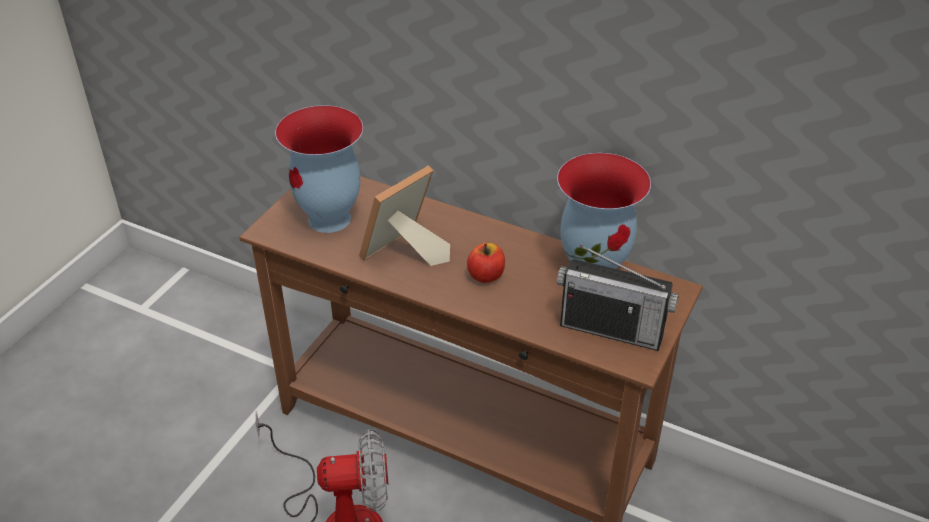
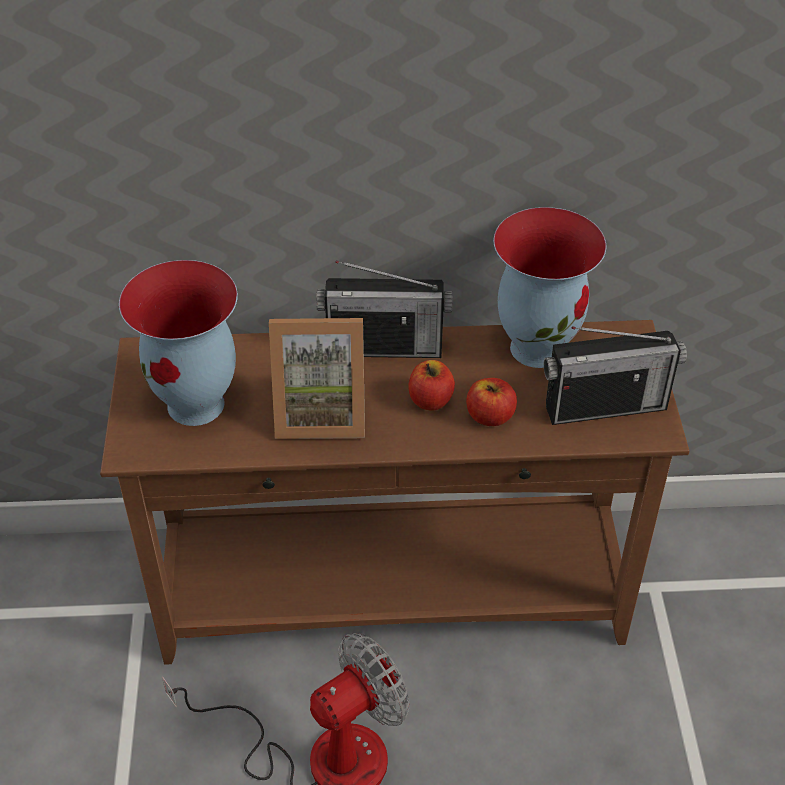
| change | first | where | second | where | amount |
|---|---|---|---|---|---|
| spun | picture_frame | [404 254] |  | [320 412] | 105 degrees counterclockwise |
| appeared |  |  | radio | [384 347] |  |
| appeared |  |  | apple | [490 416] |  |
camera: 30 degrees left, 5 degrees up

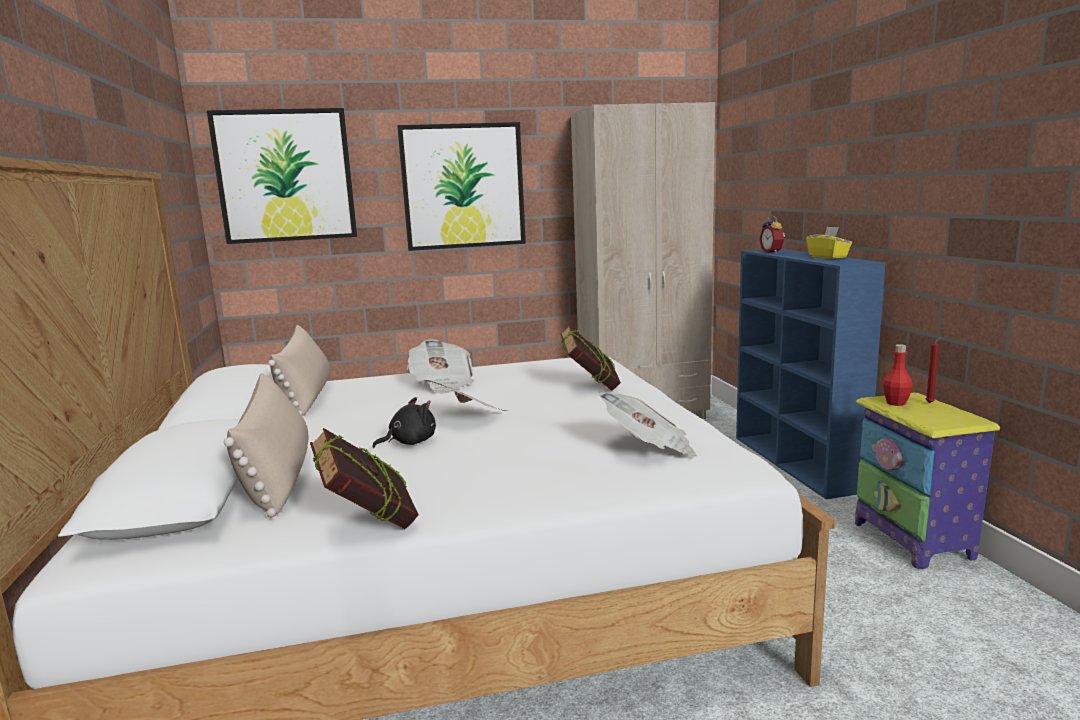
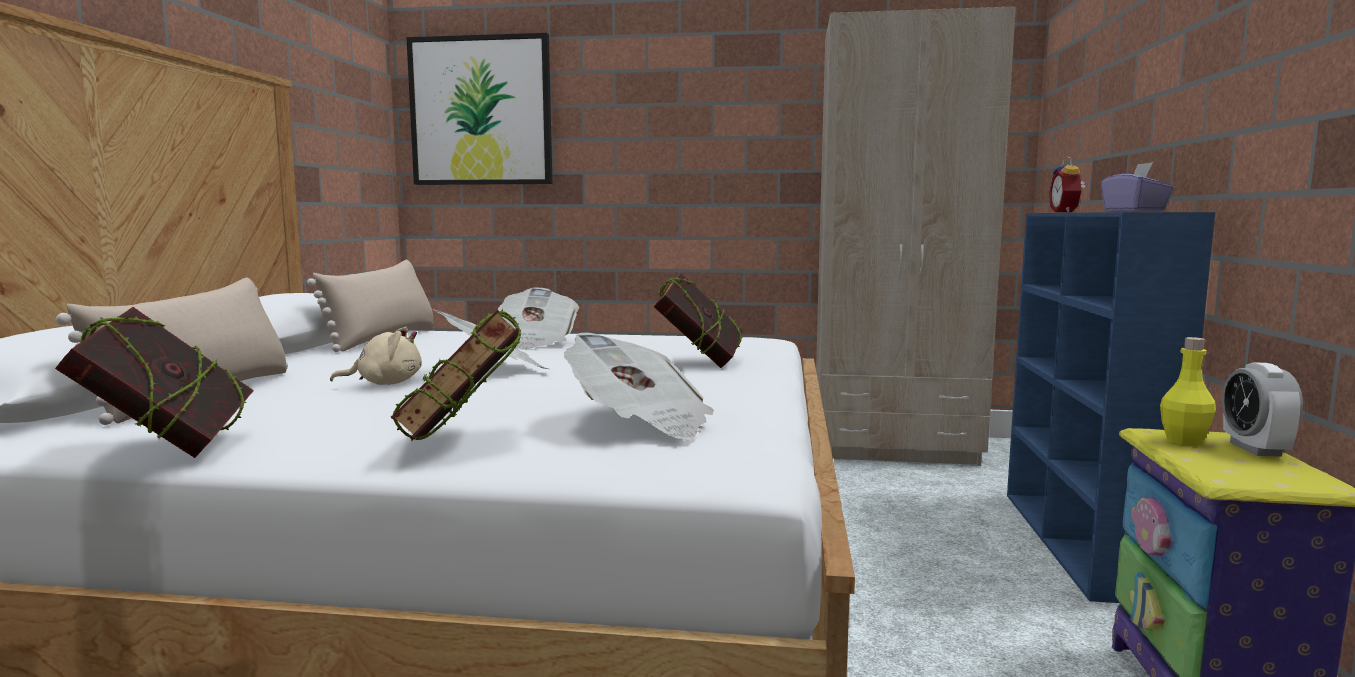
| change | first | where | second | where | amount |
|---|---|---|---|---|---|
| missing | picture | [463 186] |  |  |  |
| colour | yellow_tissue_box | [828 257] | purple_tissue_box | [1134 211] |  |
| exchanged | red_candle | [930 403] | alarm_clock | [1255 449] |  |
| colour | red_bottle | [895 403] | yellow_bottle | [1184 441] |  |
| colour | black_plush_toy | [409 442] | beige_plush_toy | [385 383] |  |
| appeared |  |  | book | [462 443] |  |
camera: 20 degrees right, 5 degrees down

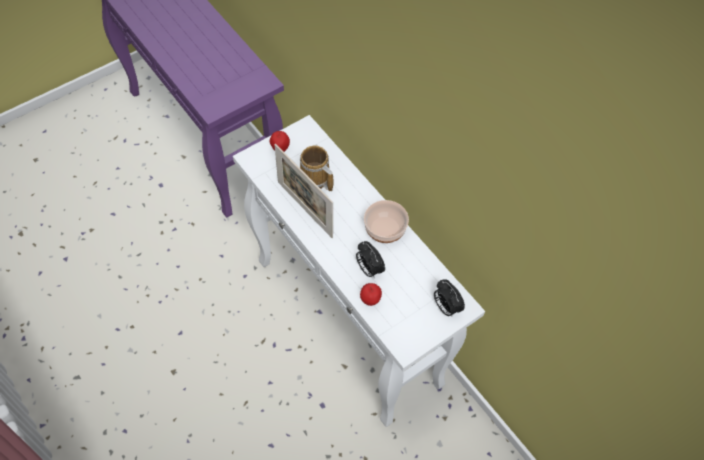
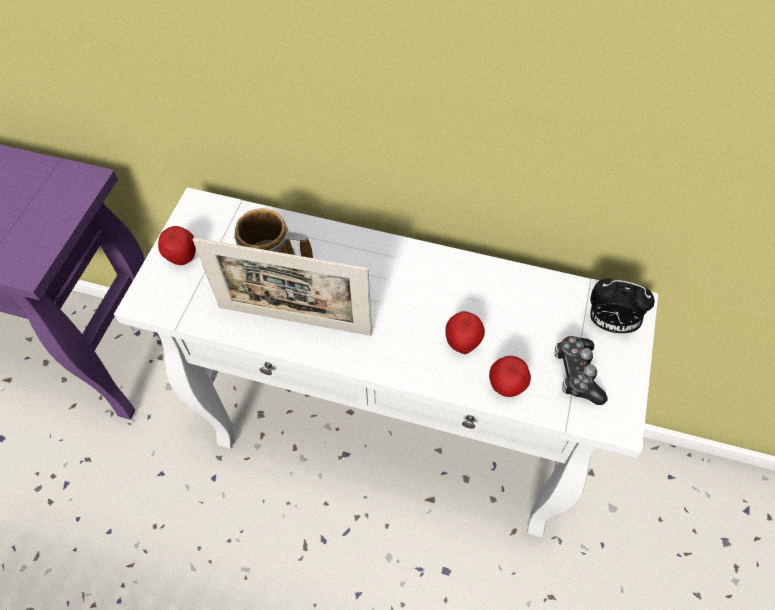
| change | first | where | second | where | amount |
|---|---|---|---|---|---|
| missing | bowl | [385 230] |  |  |  |
| exchanged | alarm_clock | [369 269] | apple | [462 344] |  |
| appeared |  |  | game_controller | [577 374] |  |
camera: 35 degrees left, 0 degrees up

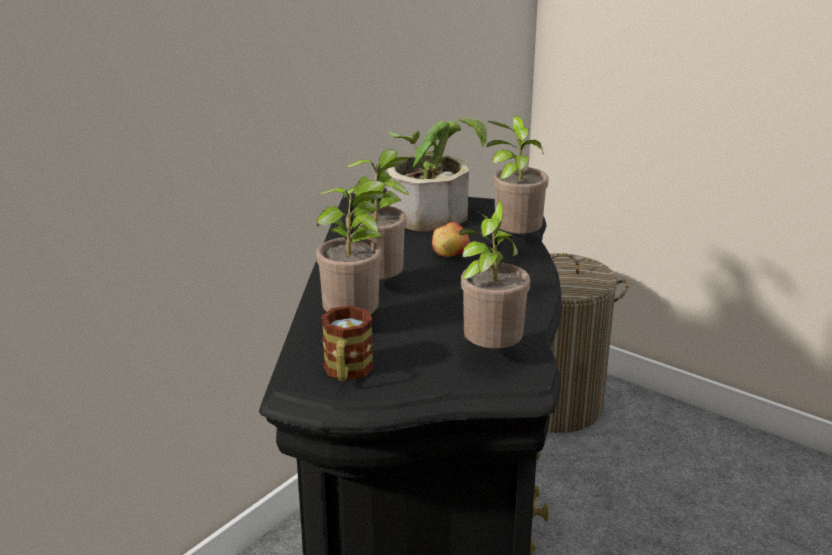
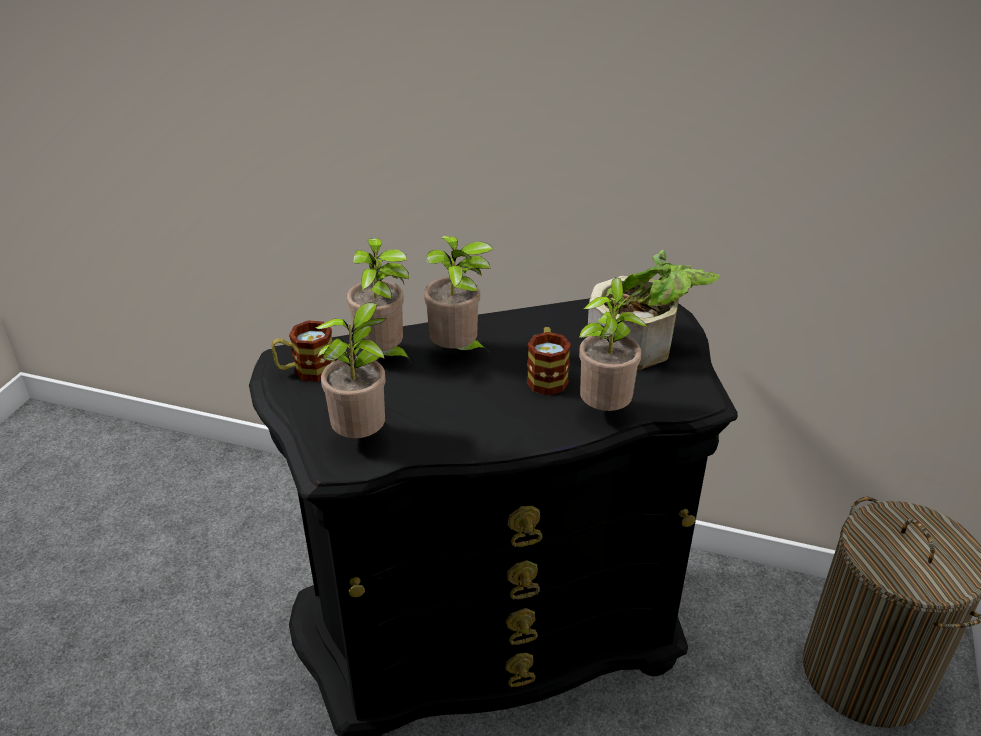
| change | first | where | second | where | amount |
|---|---|---|---|---|---|
| exchanged | apple | [450 255] | mug | [547 376] |  |
camera: 70 degrees right, 10 degrees up

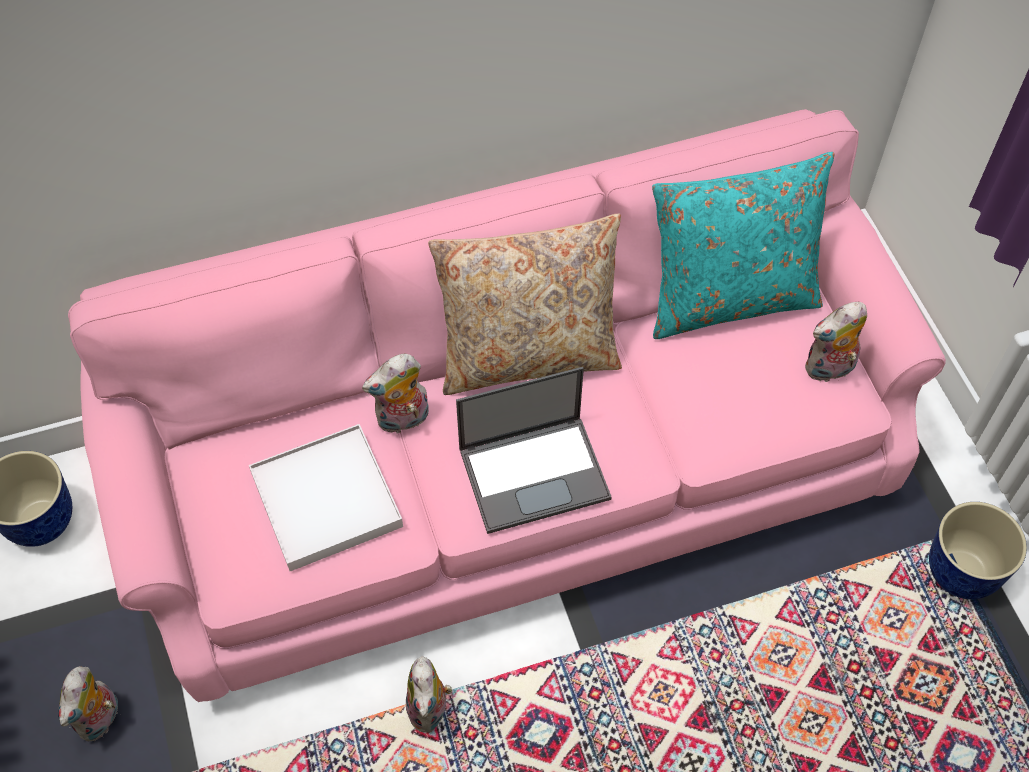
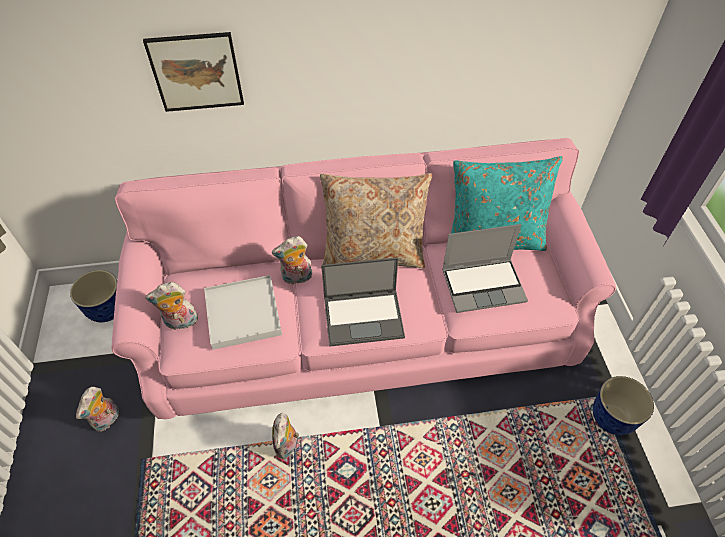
| change | first | where | second | where | amount |
|---|---|---|---|---|---|
| relocated | plush_toy | [829 370] |  | [180 323] |  |
| appeared |  |  | picture | [196 72] |  |
| appeared |  |  | laptop | [484 285] |  |
camera: 10 degrees right, 5 degrees down

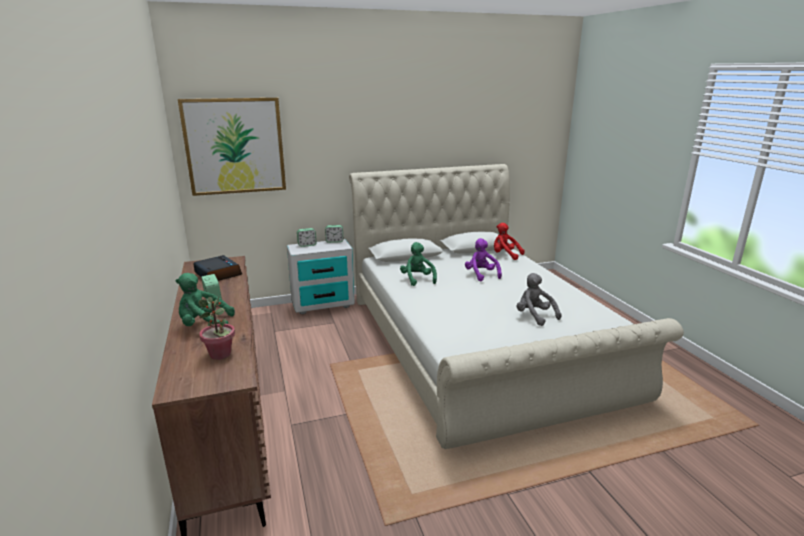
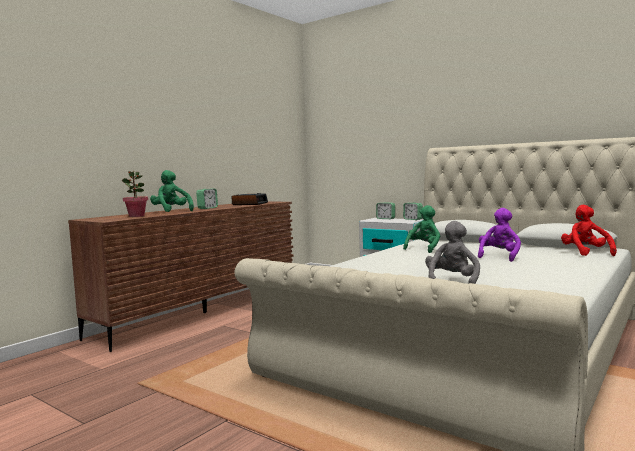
| change | first | where | second | where | amount |
|---|---|---|---|---|---|
| missing | picture | [235 146] |  |  |  |
camera: 55 degrees right, 15 degrees down

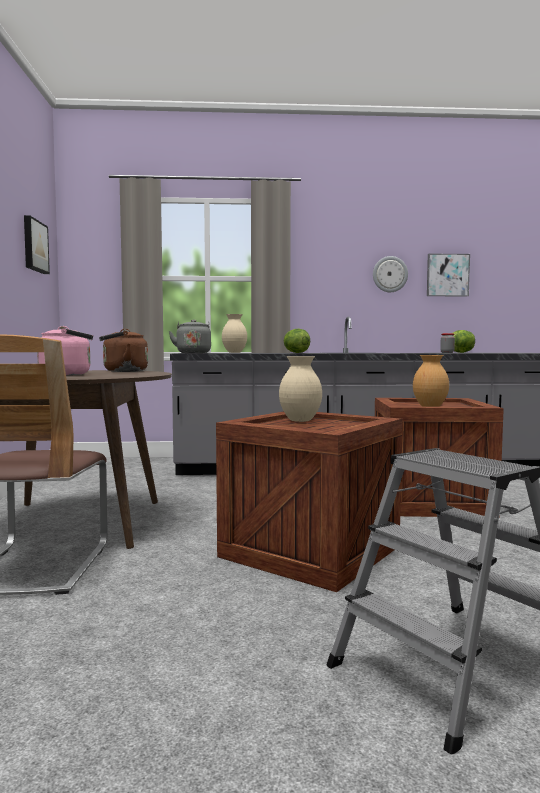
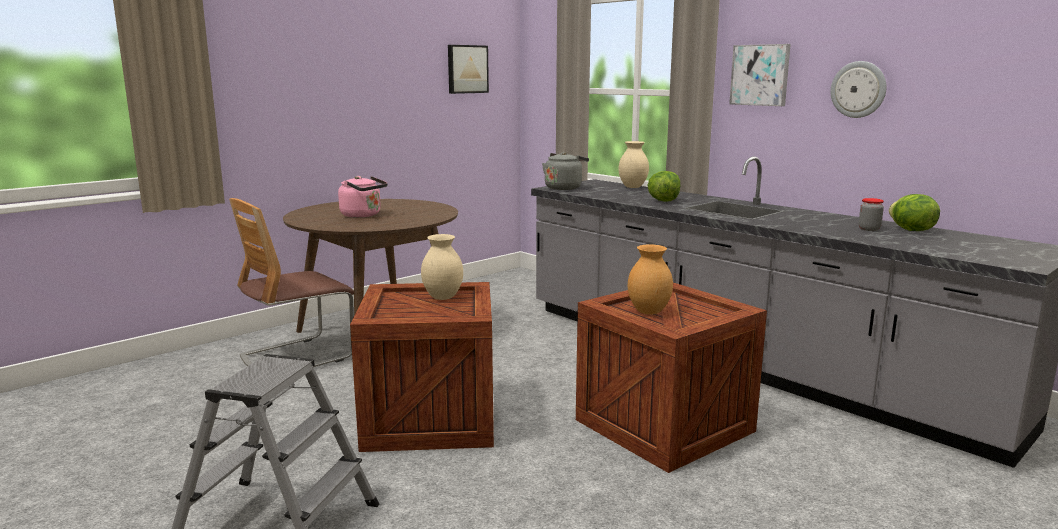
| change | first | where | second | where | amount |
|---|---|---|---|---|---|
| relocated | picture | [447 275] |  | [760 75] |  |
| missing | brown_kettle | [122 371] |  |  |  |
camera: 50 degrees right, 10 degrees up

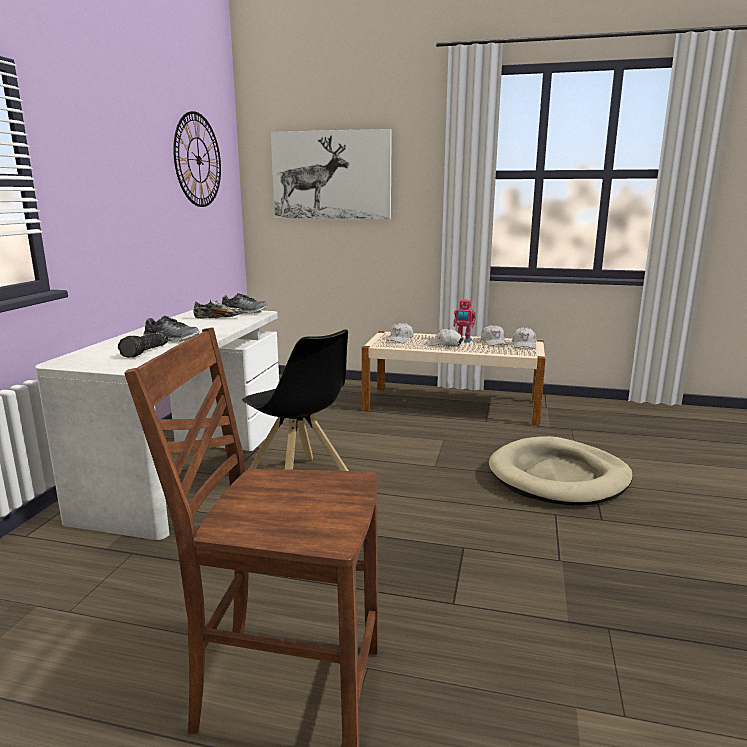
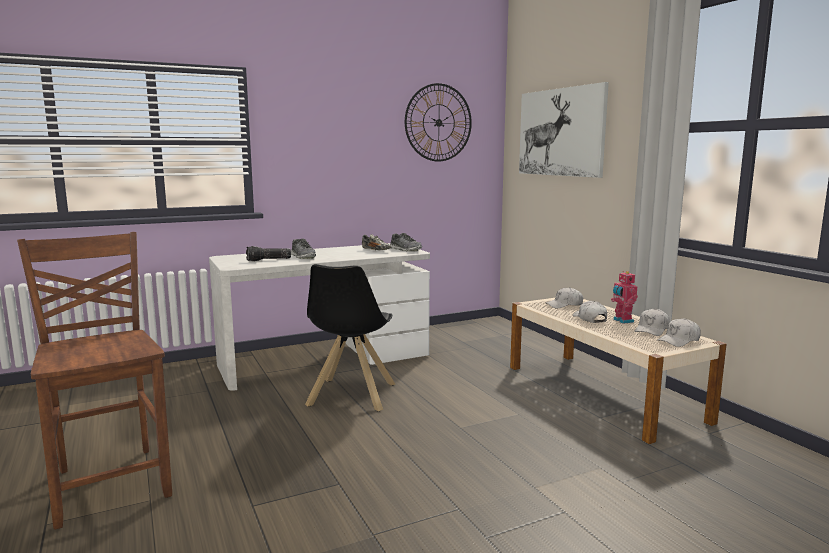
| change | first | where | second | where | amount |
|---|---|---|---|---|---|
| missing | beige_dog_bed | [558 477] |  |  |  |
camera: 50 degrees right, 5 degrees down

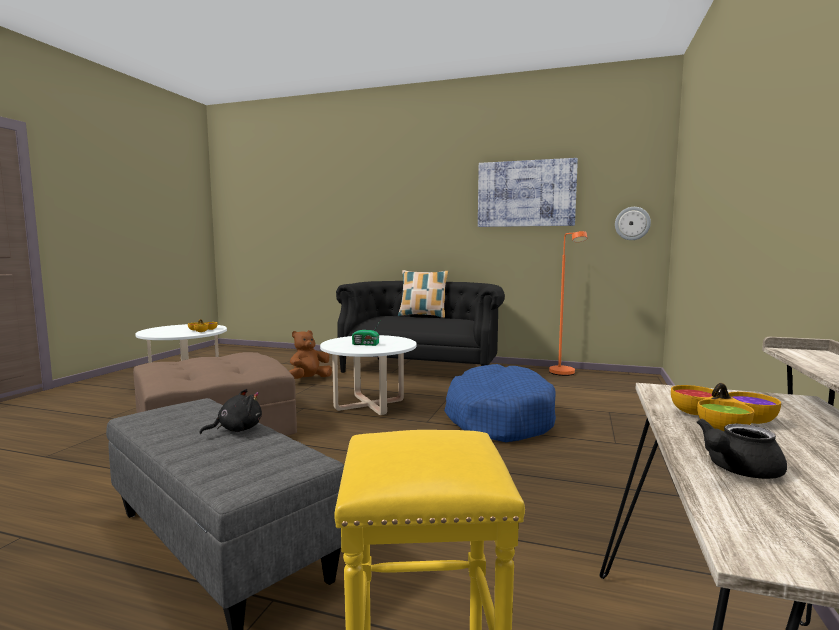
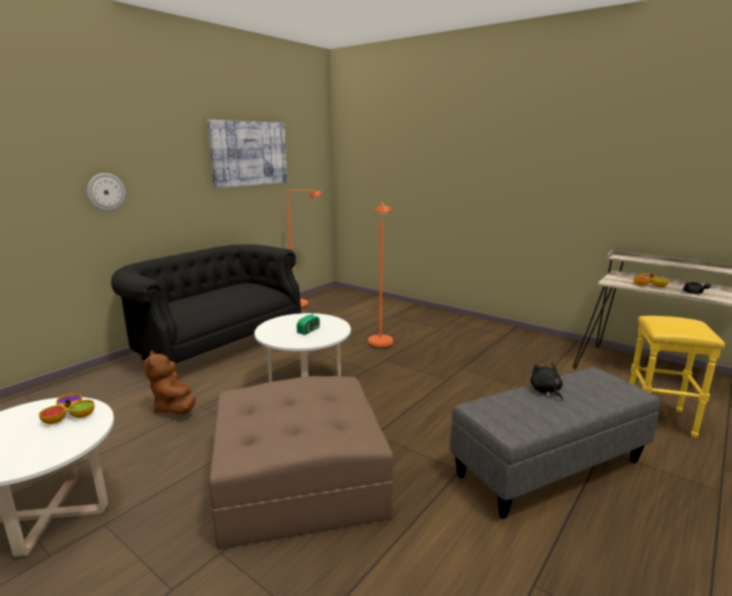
| change | first | where | second | where | amount |
|---|---|---|---|---|---|
| relocated | wall_clock | [632 223] |  | [106 192] |  |
| missing | pillow | [423 316] |  |  |  |
| exchanged | blue_dog_bed | [499 418] | orange_floor_lamp | [380 346] |  |
camera: 70 degrees left, 10 degrees up

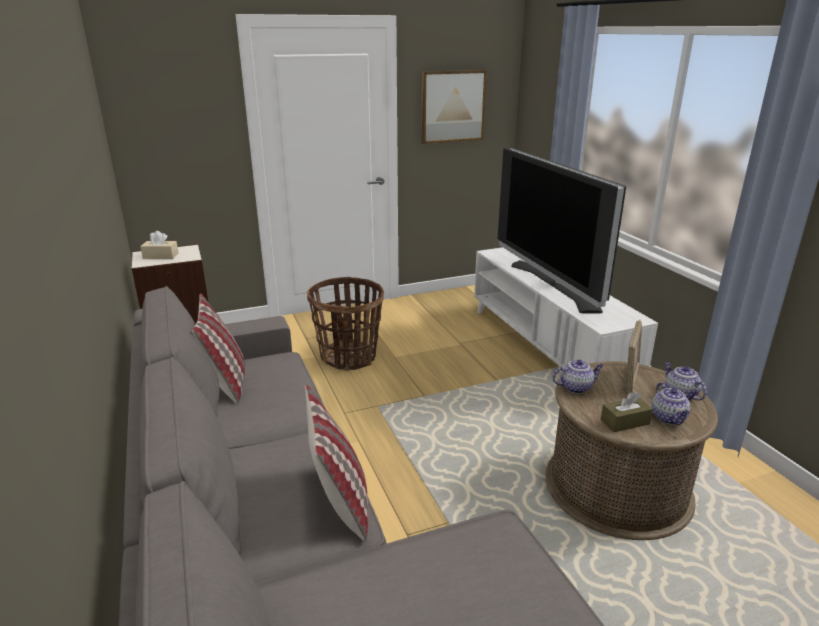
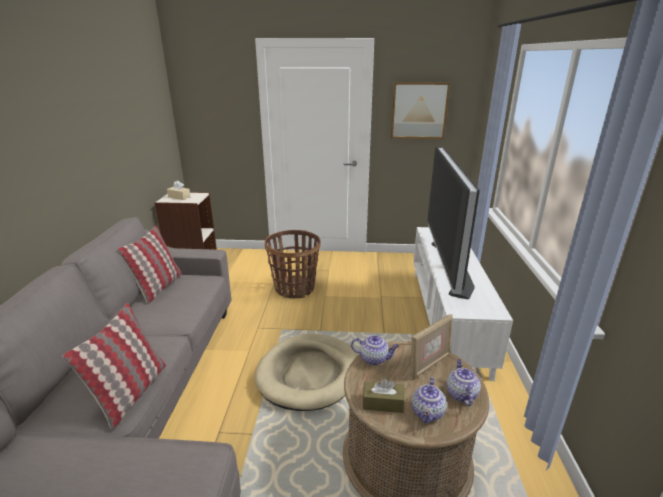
| change | first | where | second | where | amount |
|---|---|---|---|---|---|
| appeared |  |  | beige_dog_bed | [309 374] |  |
camera: 25 degrees right, 0 degrees up

